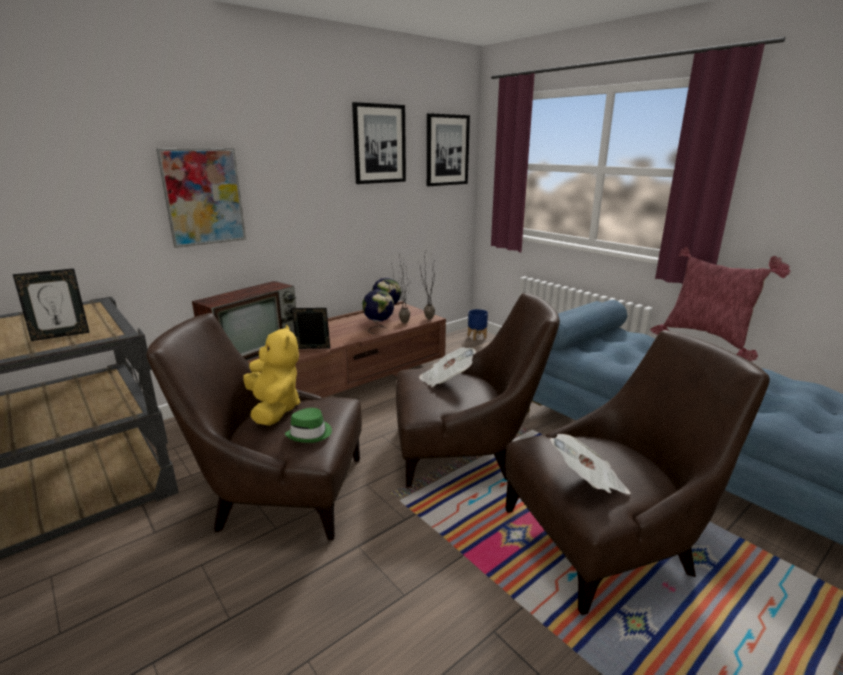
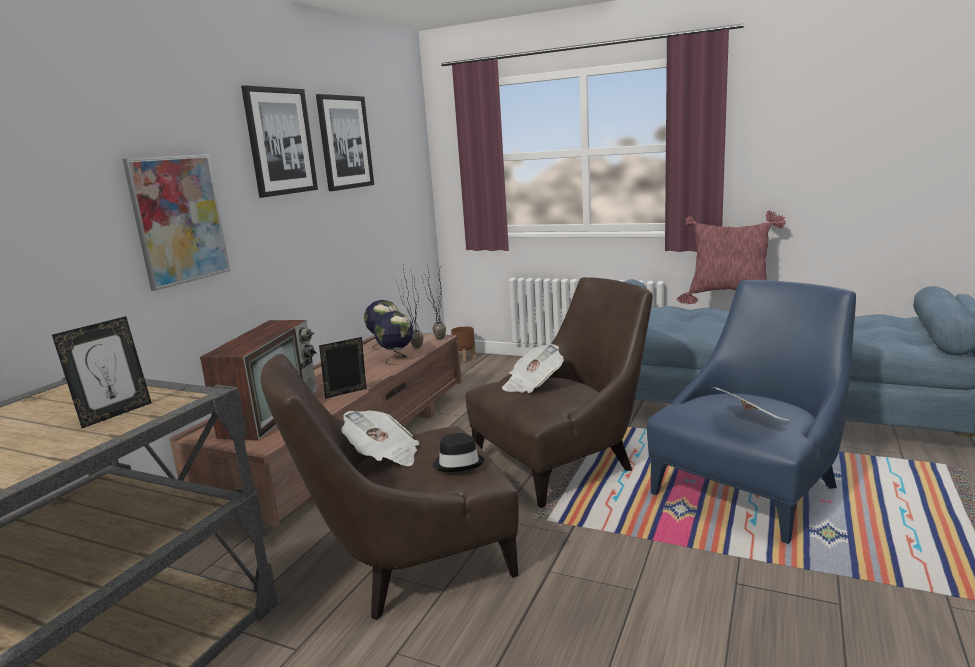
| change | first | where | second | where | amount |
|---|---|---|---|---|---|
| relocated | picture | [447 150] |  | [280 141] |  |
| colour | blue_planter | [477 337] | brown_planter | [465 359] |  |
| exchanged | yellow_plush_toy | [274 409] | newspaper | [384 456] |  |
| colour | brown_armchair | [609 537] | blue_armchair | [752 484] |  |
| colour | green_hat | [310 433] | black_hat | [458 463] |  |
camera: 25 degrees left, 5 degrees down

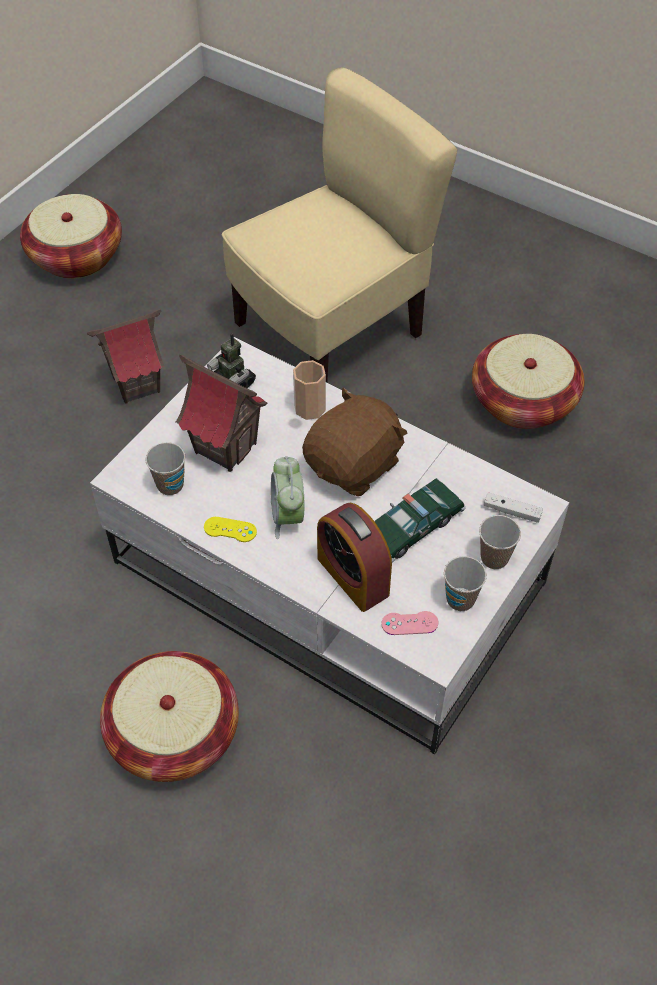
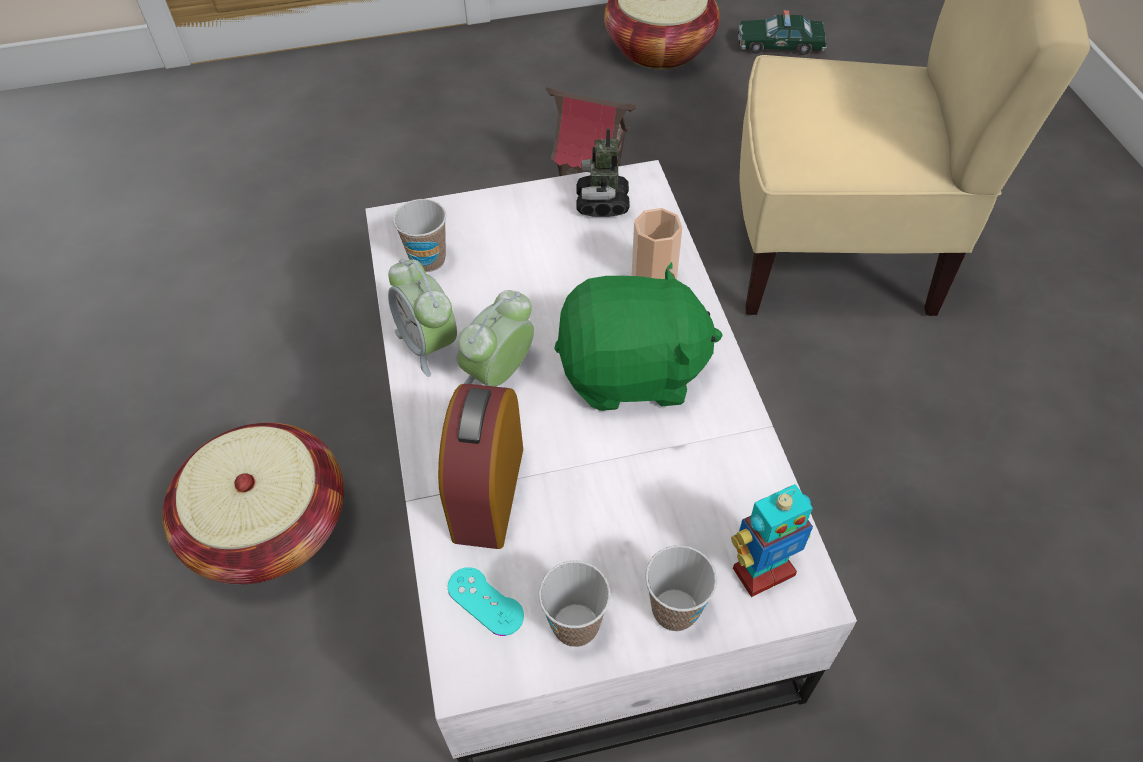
| change | first | where | second | where | amount |
|---|---|---|---|---|---|
| missing | basket | [523 401] |  |  |  |
| missing | toy_house | [226 447] |  |  |  |
| colour | brown_plush_toy | [354 465] | green_plush_toy | [632 372] |  |
| relocated | toy_car | [412 527] |  | [780 45] |  |
| exchanged | white_game_controller | [512 512] | toy_robot | [762 570] |  |
| exchanged | yellow_game_controller | [230 529] | alarm_clock | [428 344] |  |
| colour | pink_game_controller | [409 623] | turquoise_game_controller | [485 601] |  |
camera: 45 degrees right, 0 degrees up

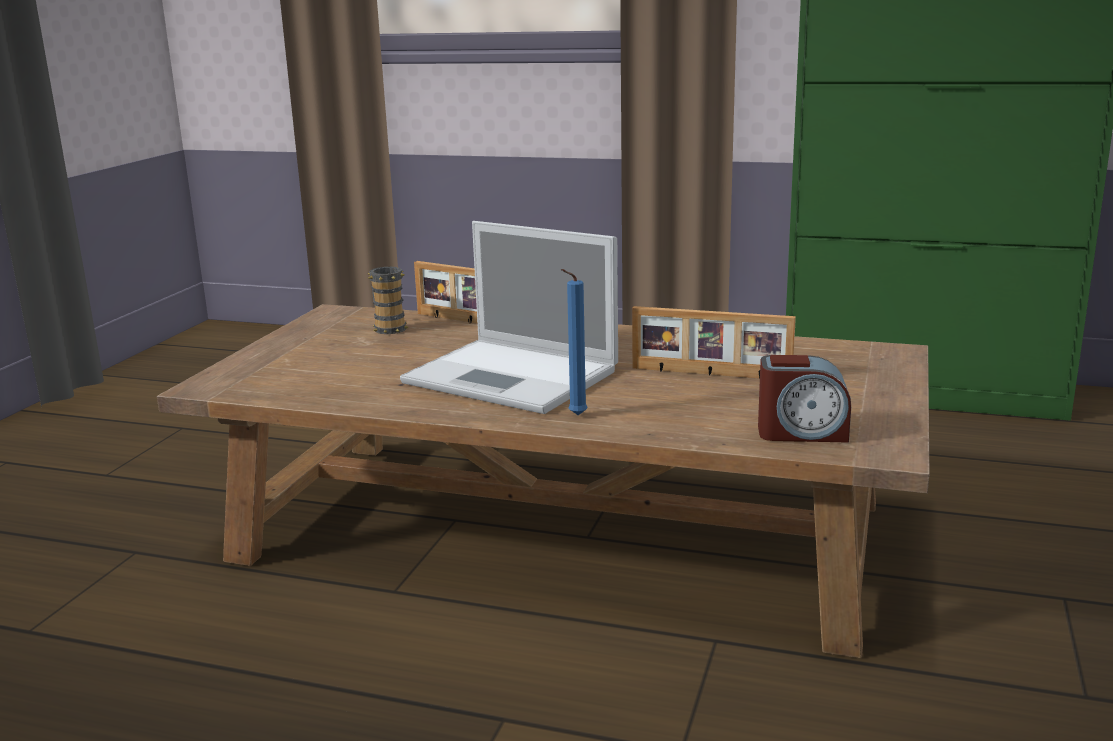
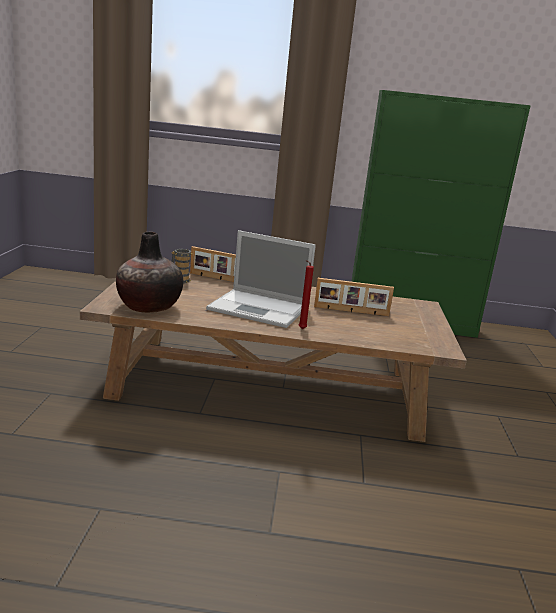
| change | first | where | second | where | amount |
|---|---|---|---|---|---|
| colour | blue_candle | [575 416] | red_candle | [301 329] |  |
| missing | alarm_clock | [802 432] |  |  |  |
| appeared |  |  | vase | [148 307] |  |
camera: 15 degrees left, 0 degrees up

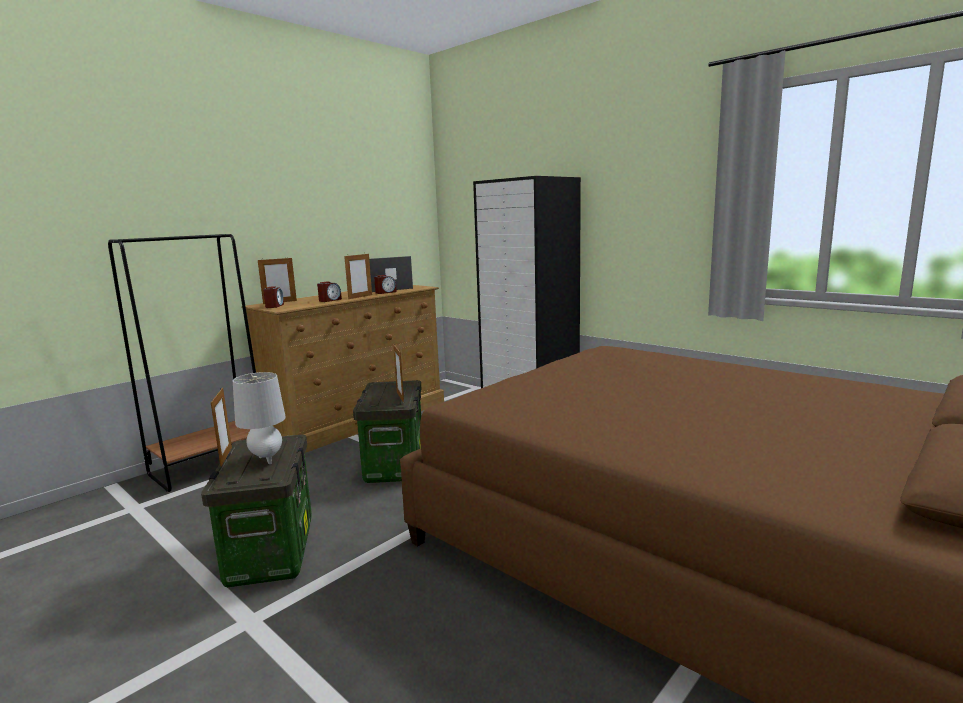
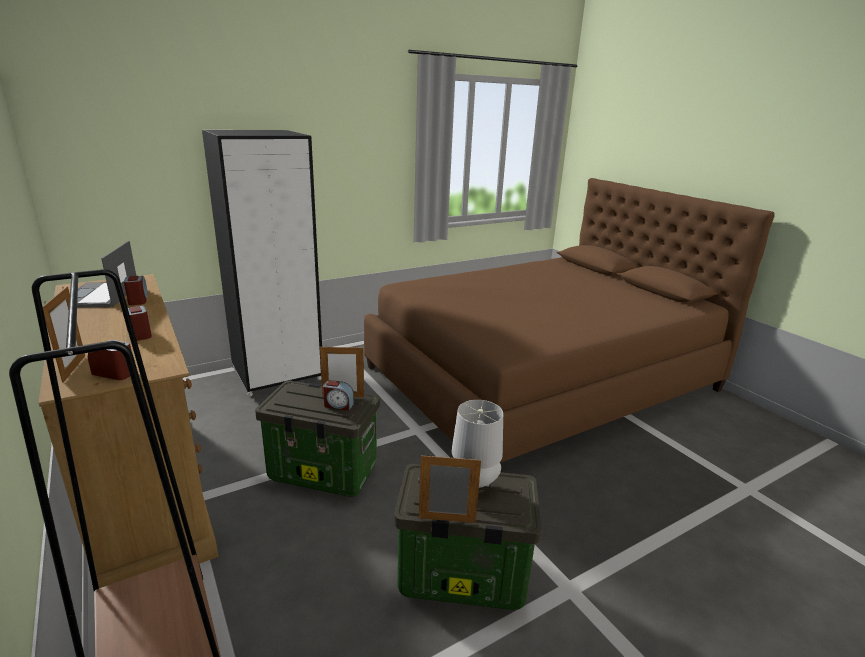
| change | first | where | second | where | amount |
|---|---|---|---|---|---|
| missing | picture_frame | [360 297] |  |  |  |
| appeared |  |  | alarm_clock | [338 405] |  |
camera: 75 degrees left, 10 degrees up

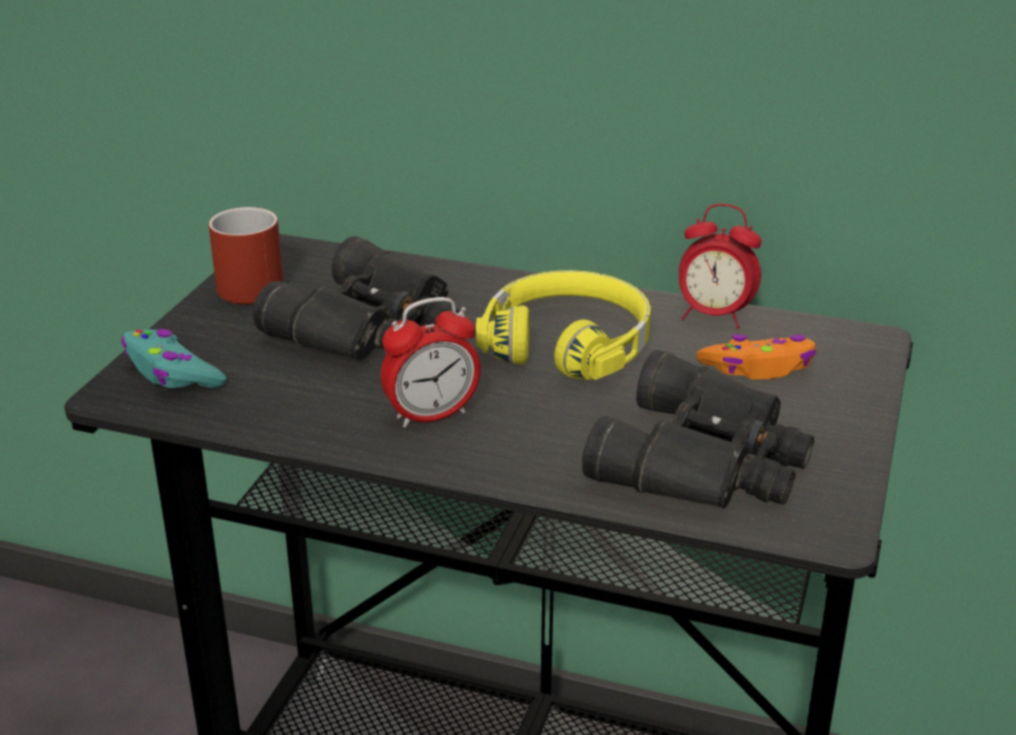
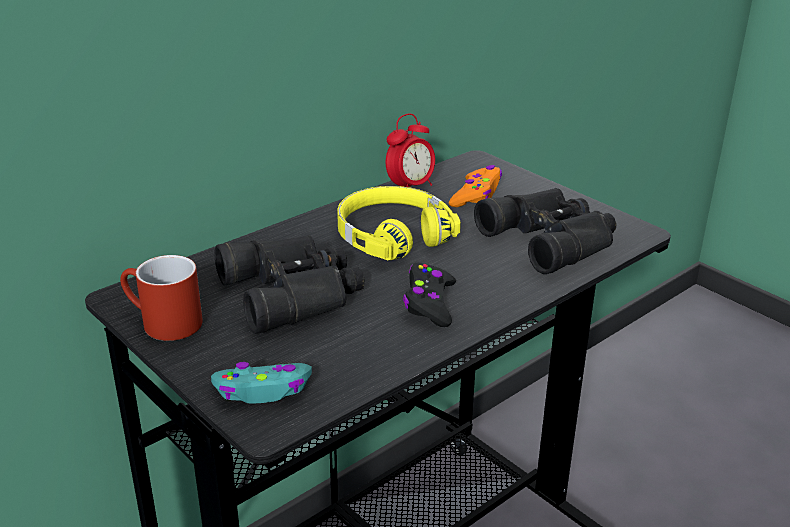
| change | first | where | second | where | amount |
|---|---|---|---|---|---|
| exchanged | alarm_clock | [431 415] | black_game_controller | [429 303] |  |
camera: 60 degrees left, 0 degrees up

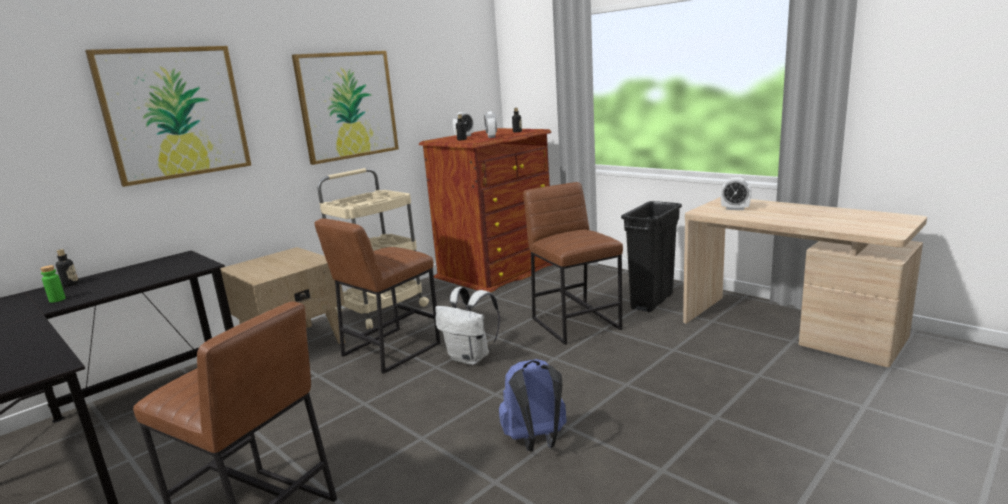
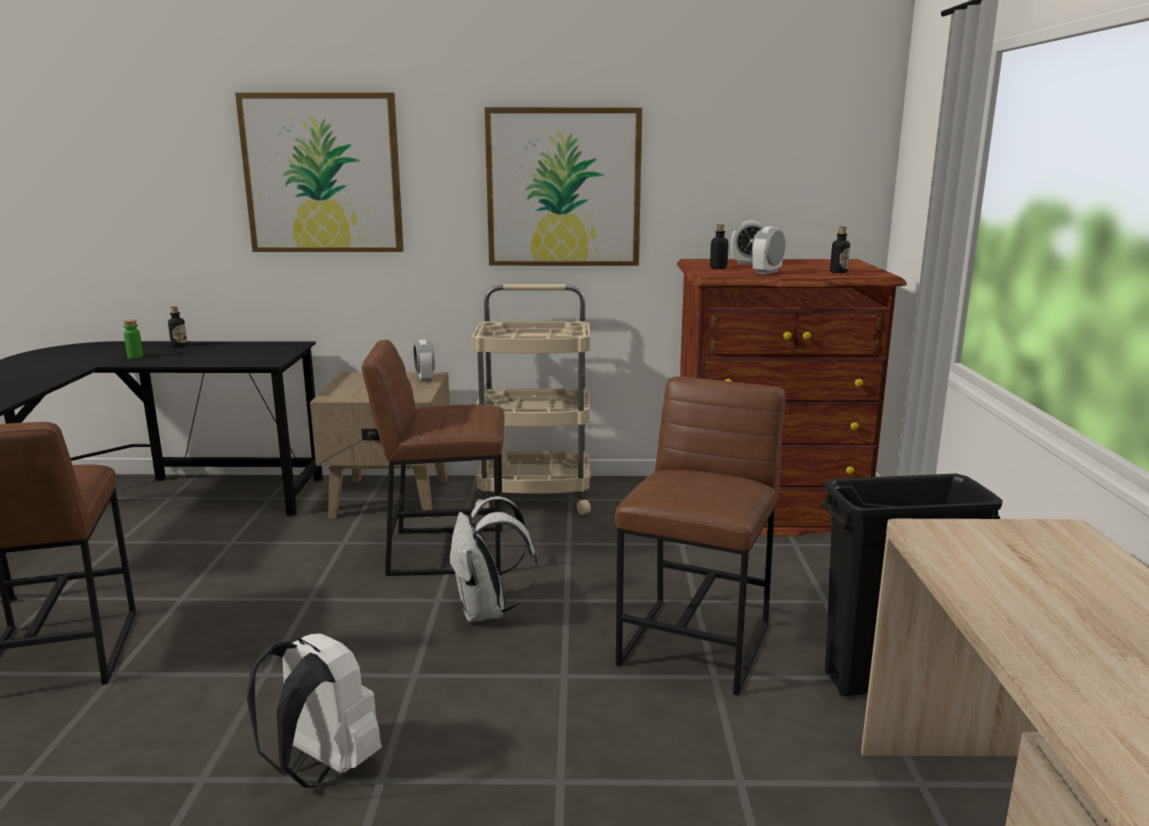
| change | first | where | second | where | amount |
|---|---|---|---|---|---|
| relocated | alarm_clock | [735 209] |  | [425 378] |  |
| colour | blue_backpack | [536 441] | white_backpack | [322 767] |  |
camera: 45 degrees right, 0 degrees up

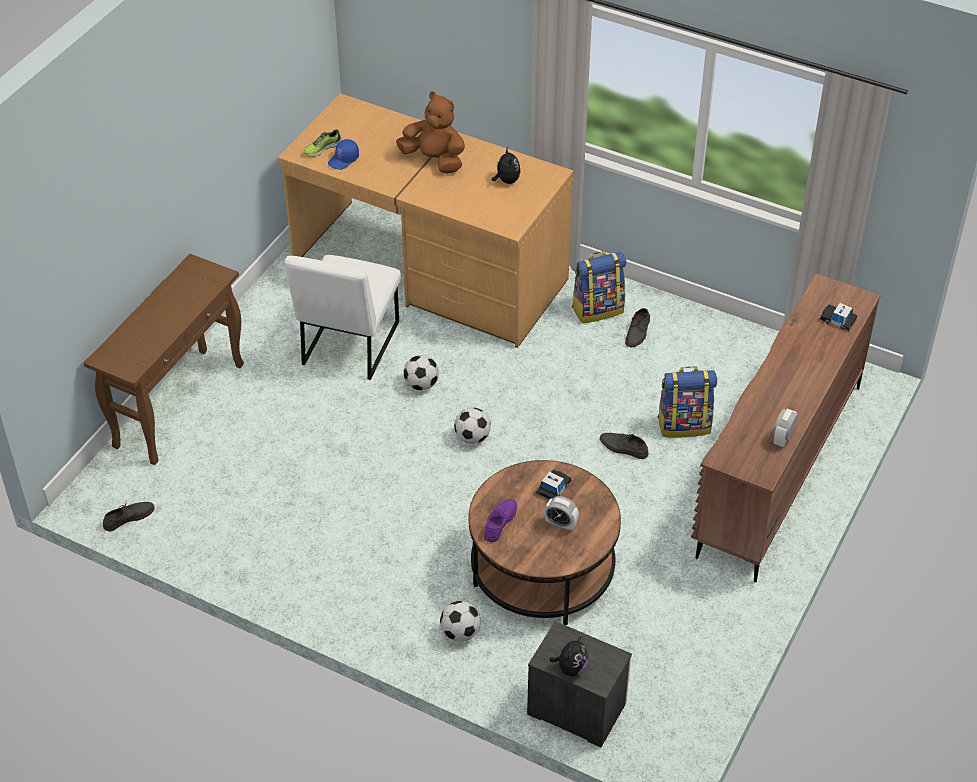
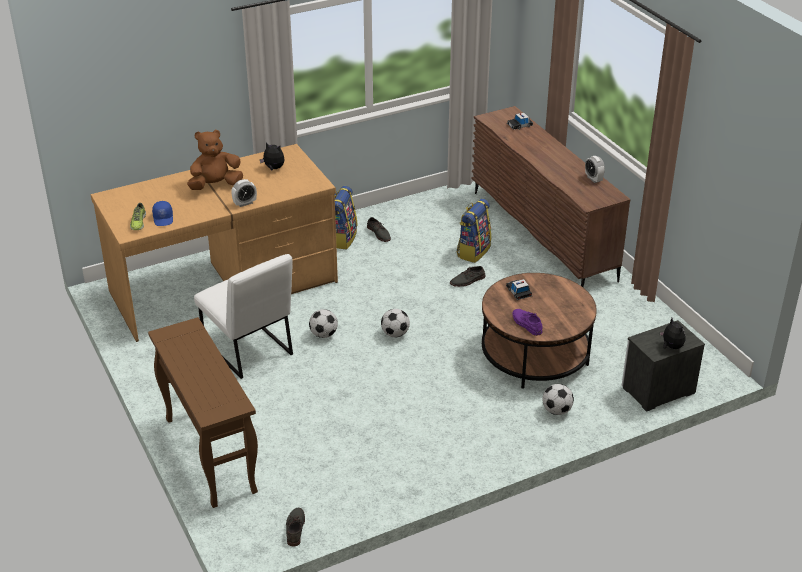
| change | first | where | second | where | amount |
|---|---|---|---|---|---|
| relocated | alarm_clock | [560 524] |  | [245 203] |  |
camera: 55 degrees left, 10 degrees down

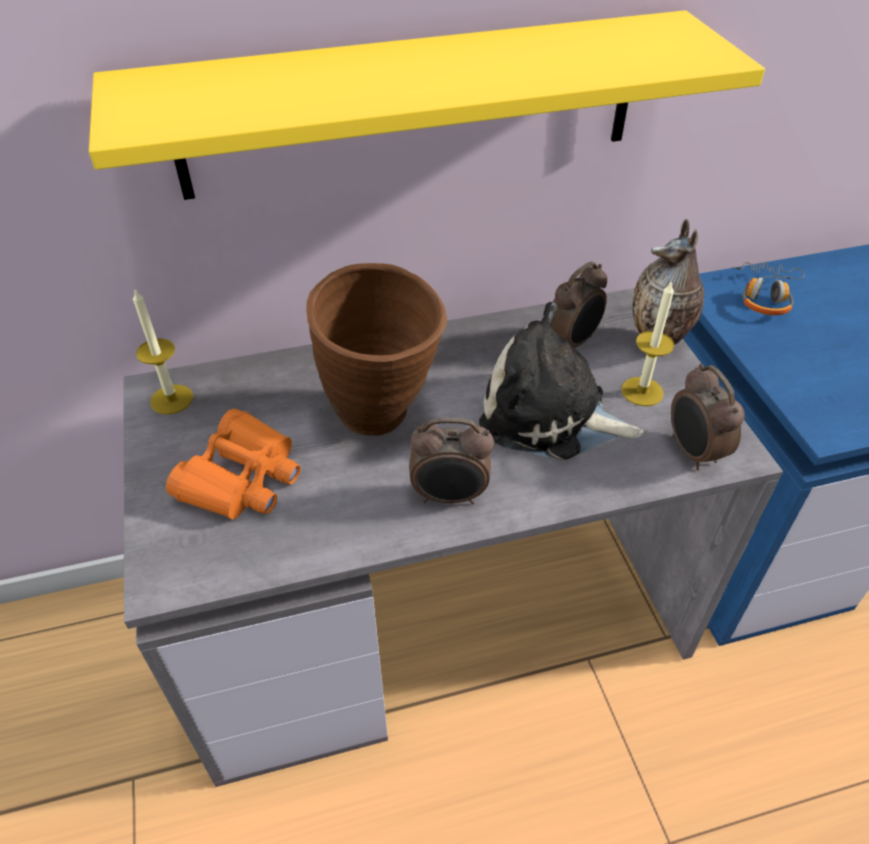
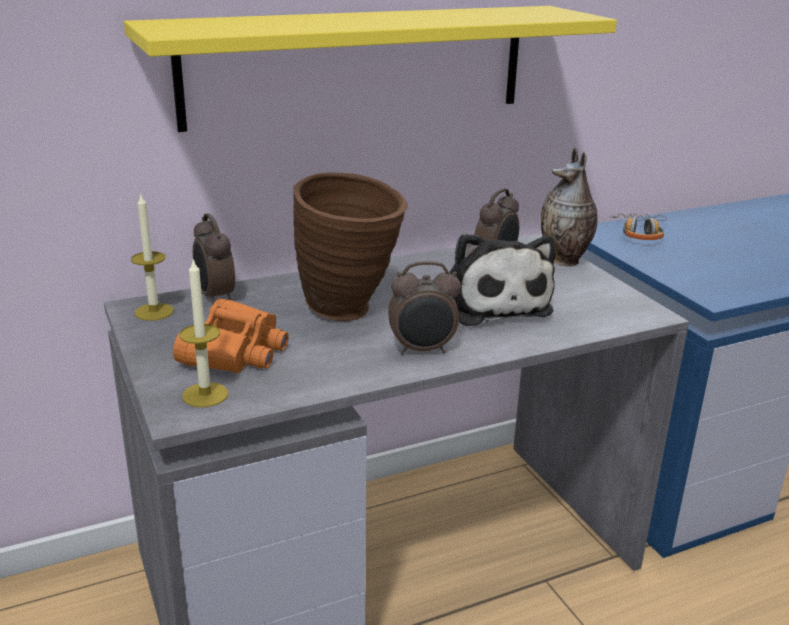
| change | first | where | second | where | amount |
|---|---|---|---|---|---|
| relocated | candle | [642 391] |  | [205 395] |  |
| spun | plush_toy | [550 416] |  | [491 303] | 120 degrees counterclockwise |
| relocated | alarm_clock | [692 452] |  | [215 297] |  |
camera: 10 degrees left, 20 degrees down

